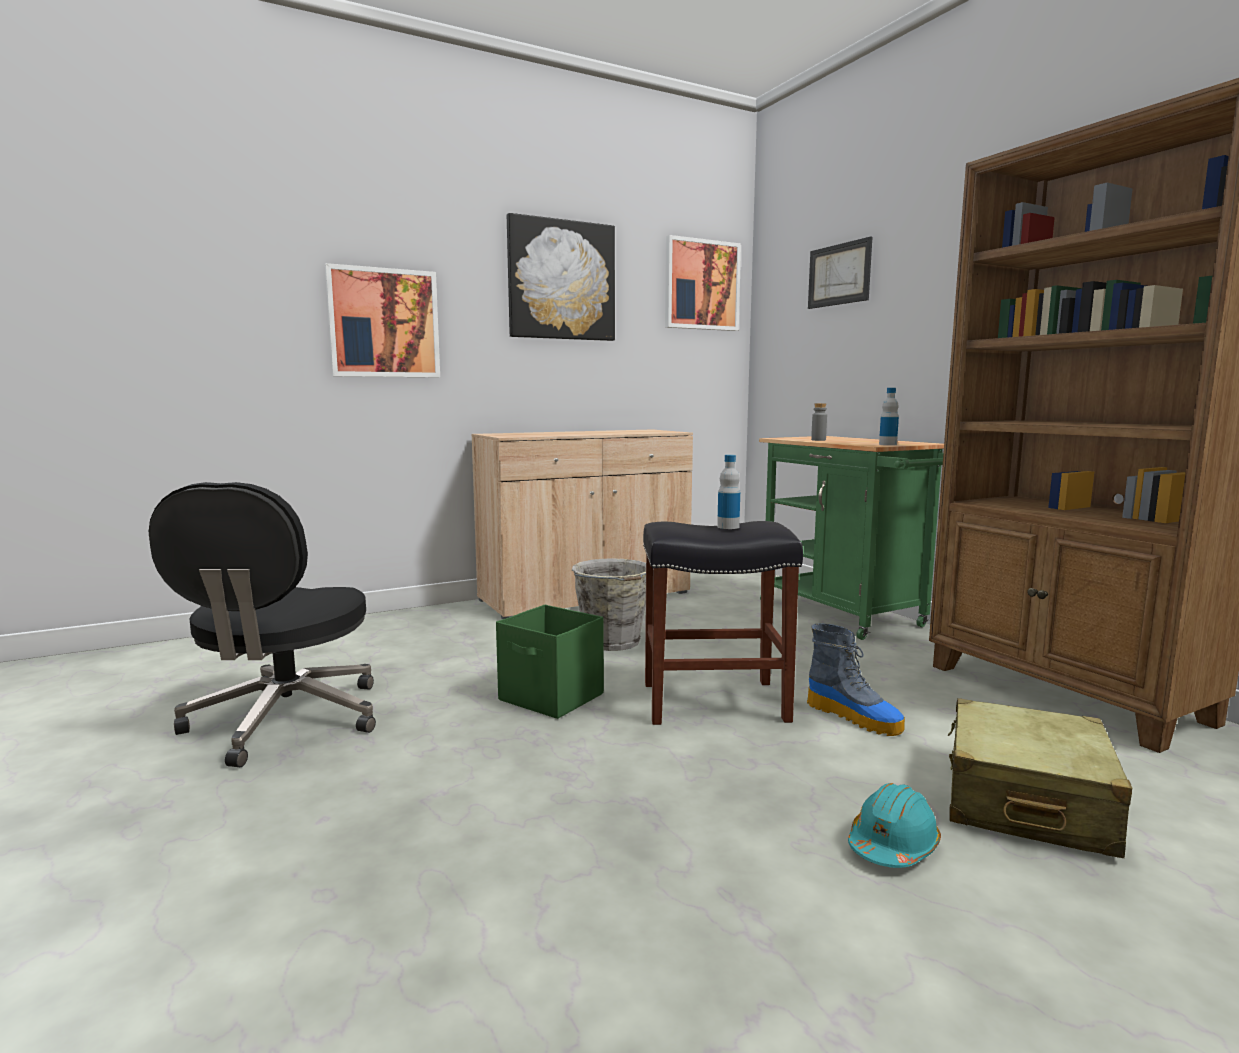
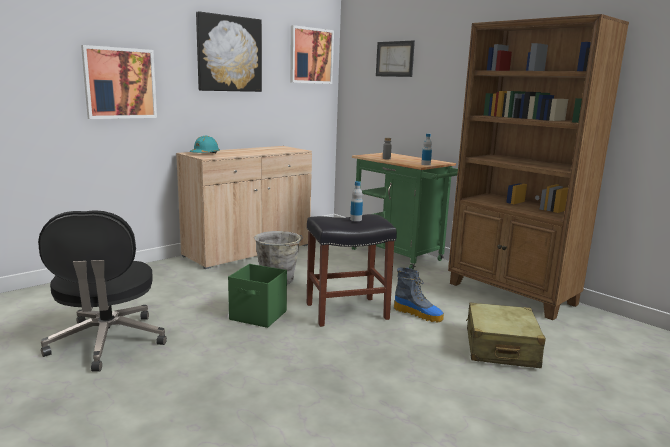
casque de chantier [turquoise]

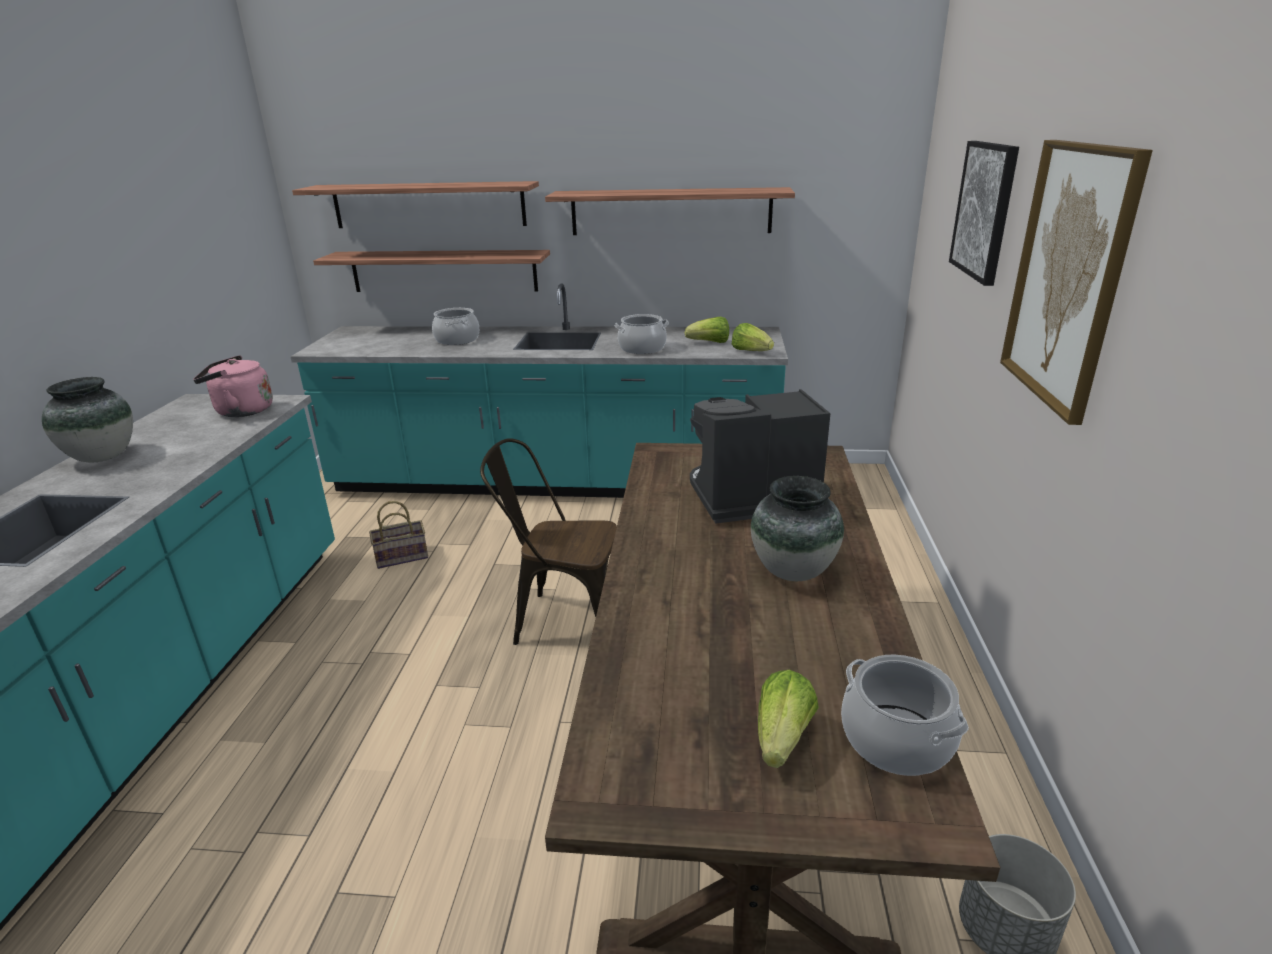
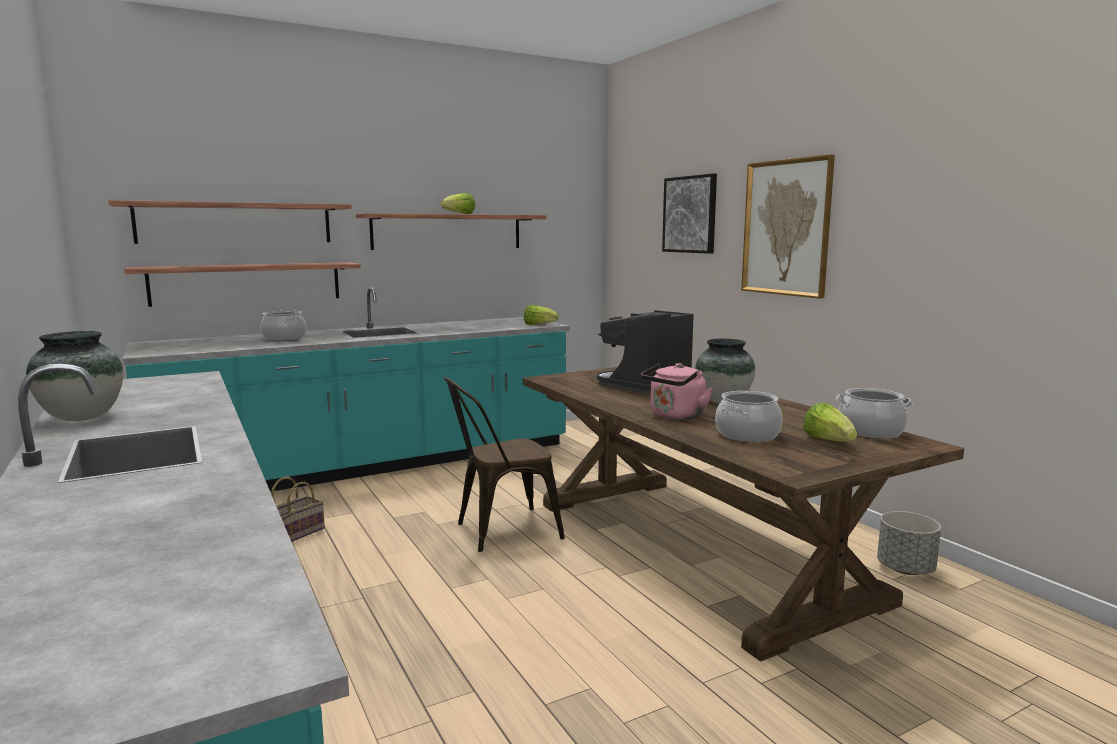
marmite (2nd from left)
laitue (1st from left)
bouilloire [rose]

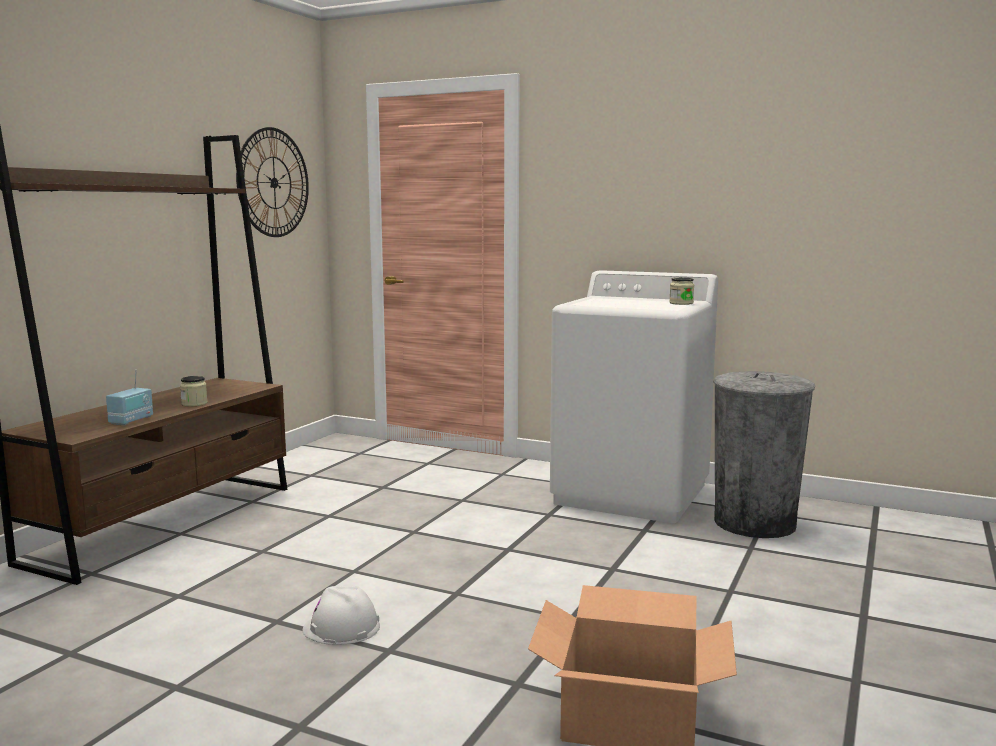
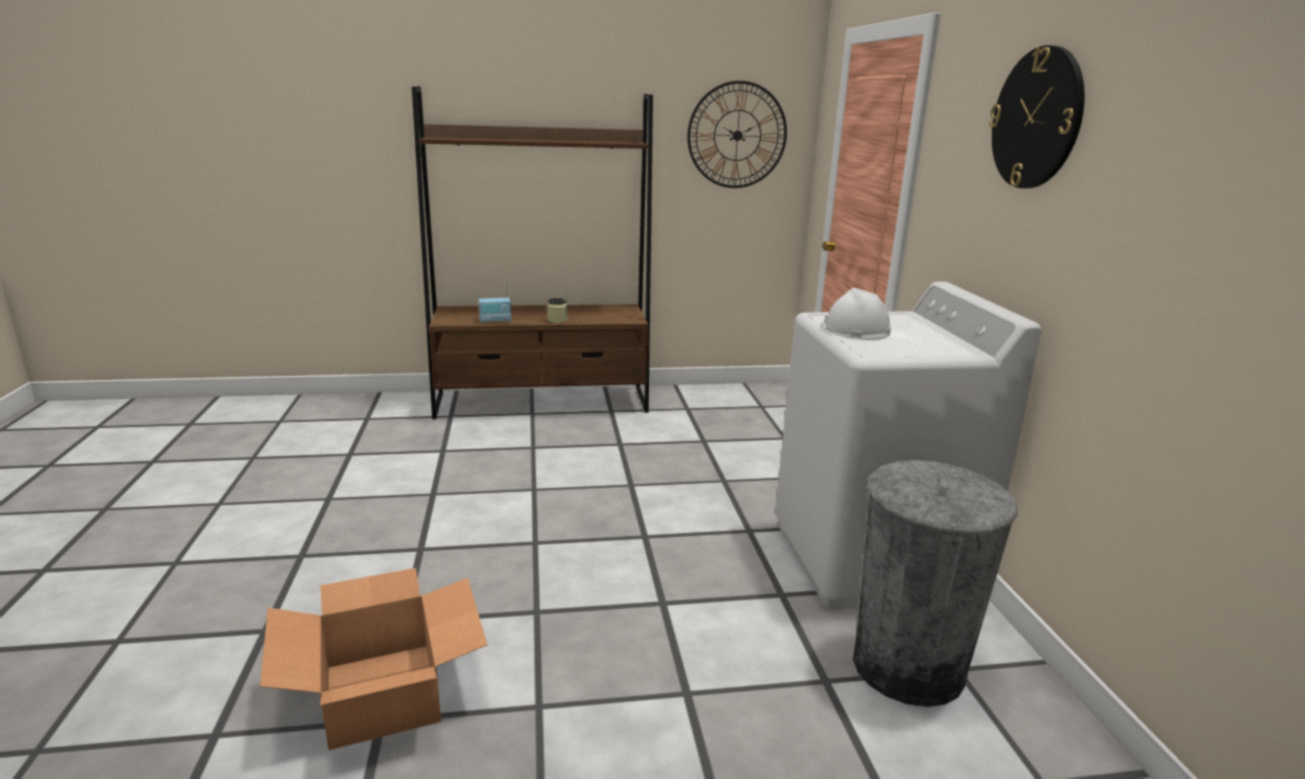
bocal (2nd from left in the first image)
casque de chantier [blanc]
horloge murale (2nd from left)

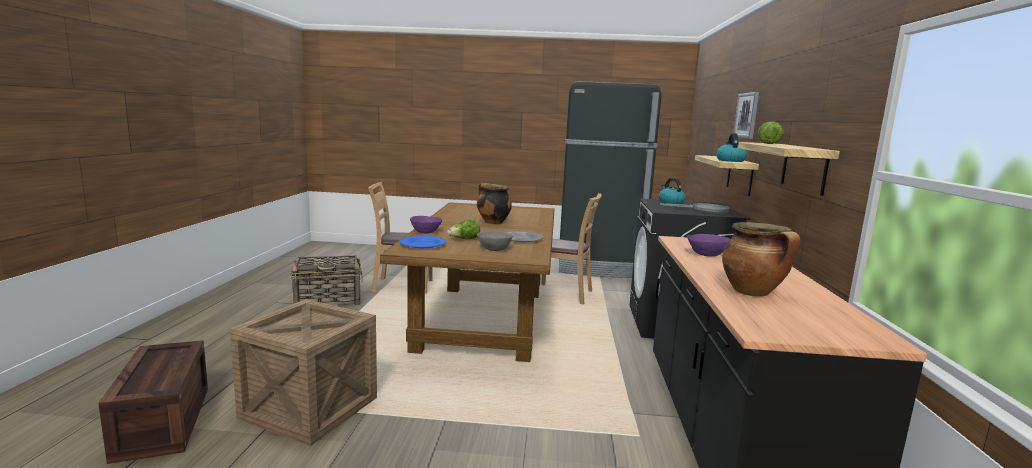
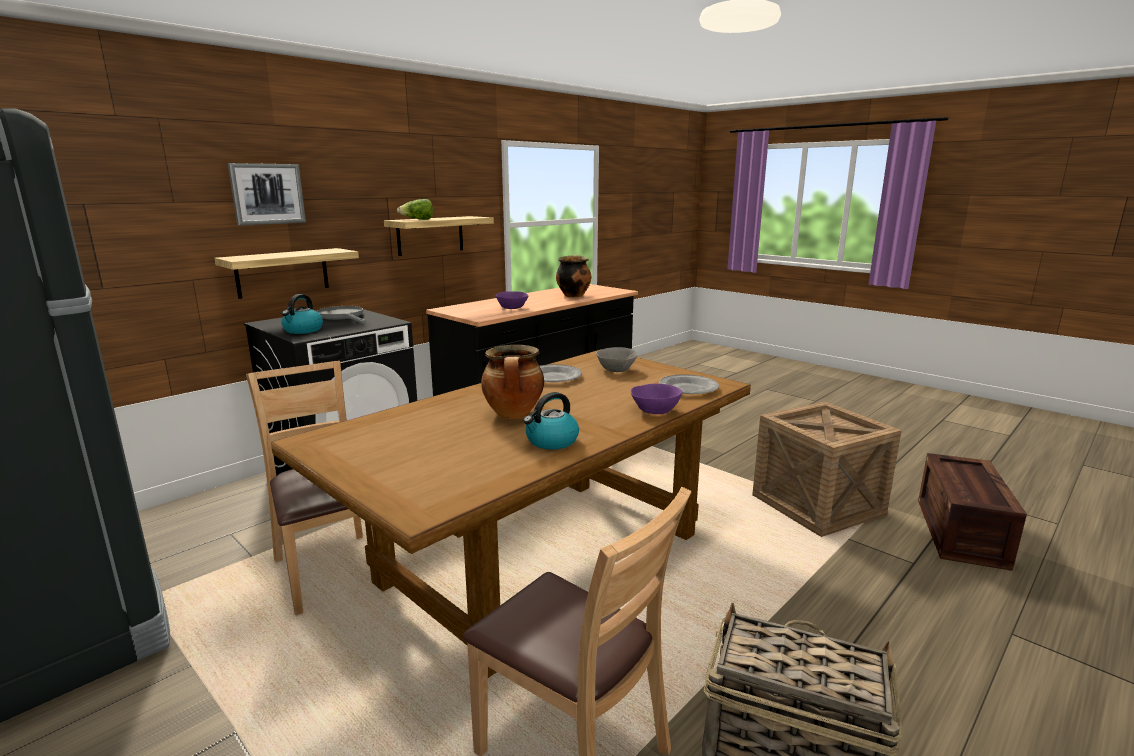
bouilloire (2nd from left)
laitue (1st from left in the first image)
assiette [gris] (2nd from left)

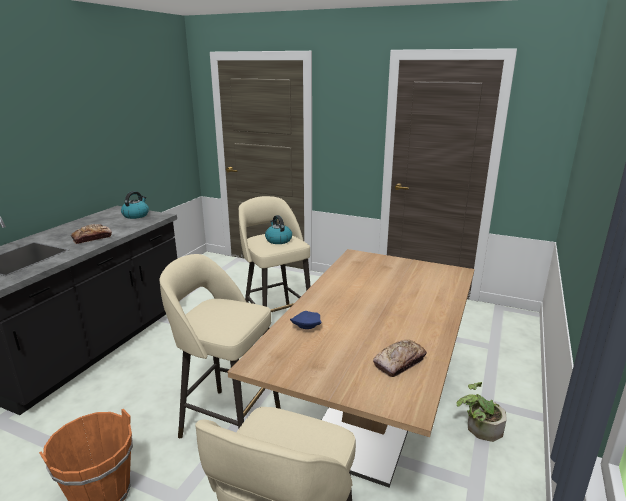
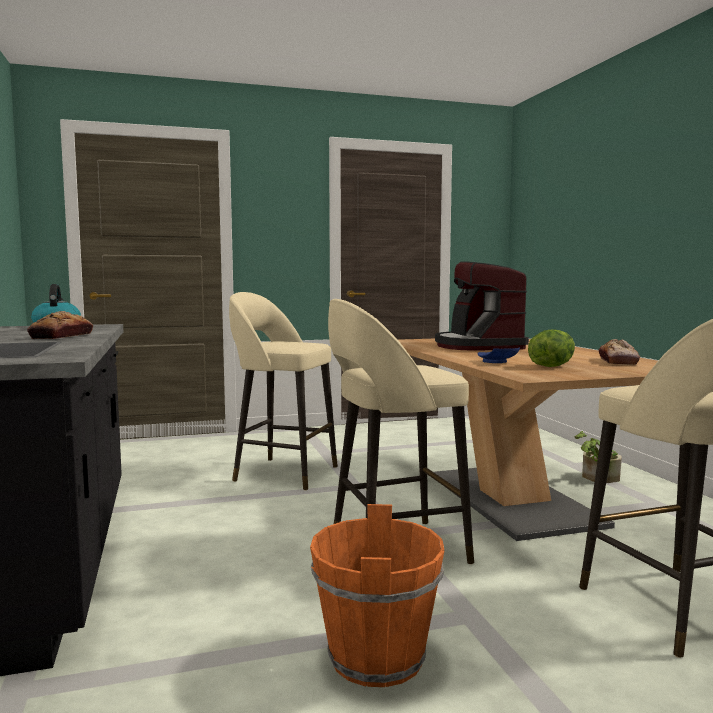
bouilloire (2nd from left in the first image)
machine à café
laitue

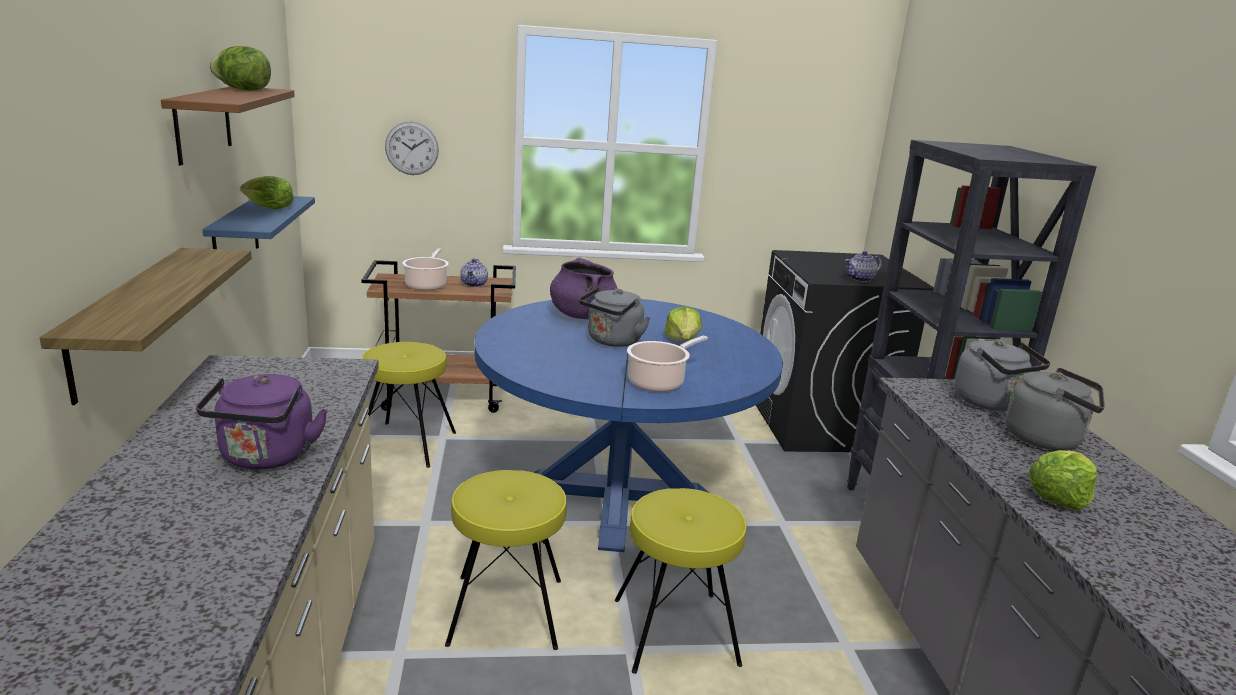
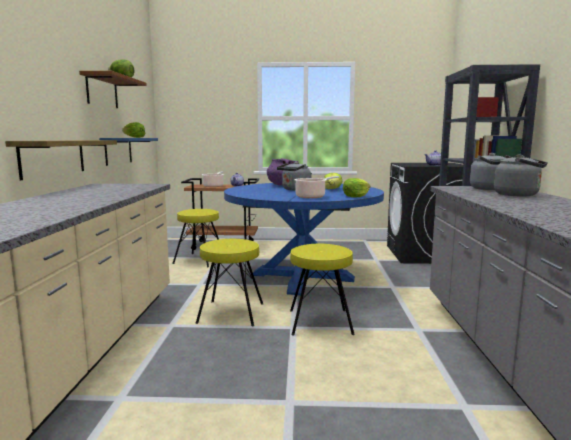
horloge murale
bouilloire [violet]
laitue (4th from left)

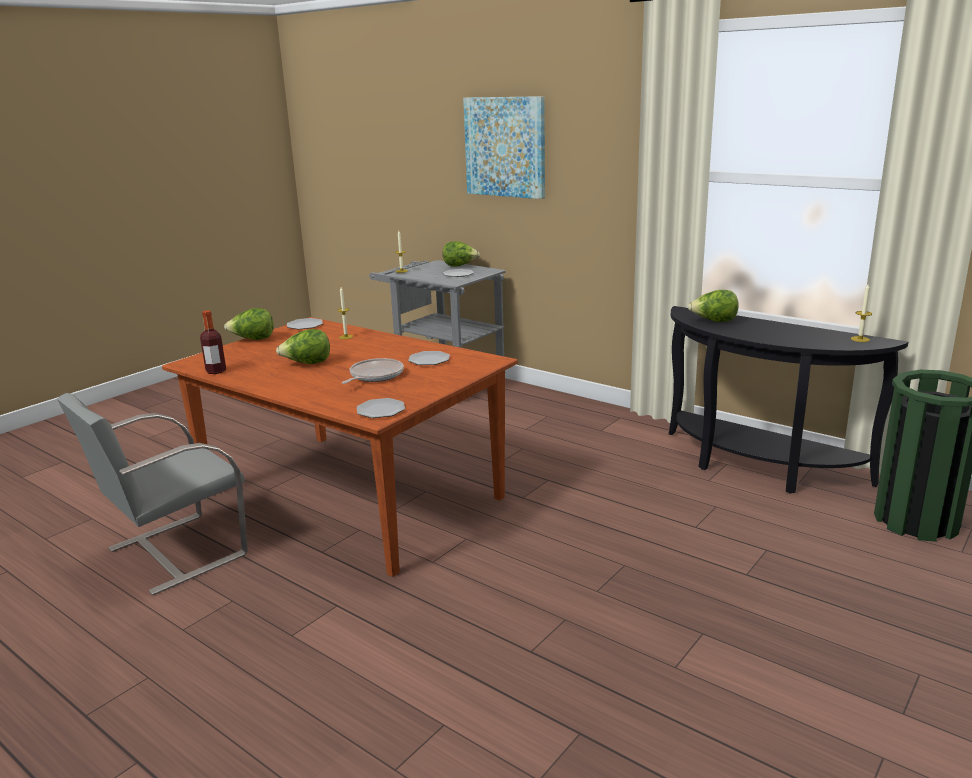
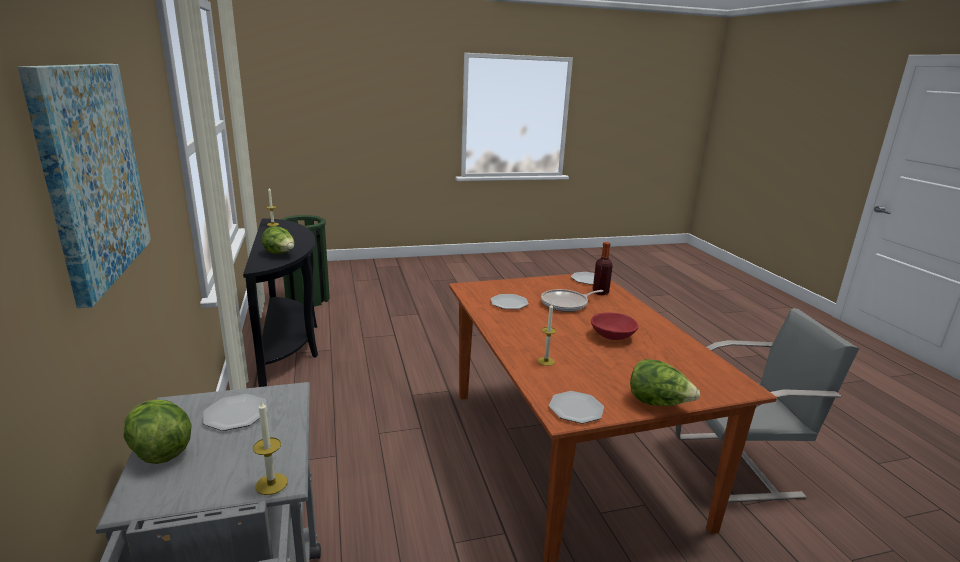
bouteille
bol [rouge]

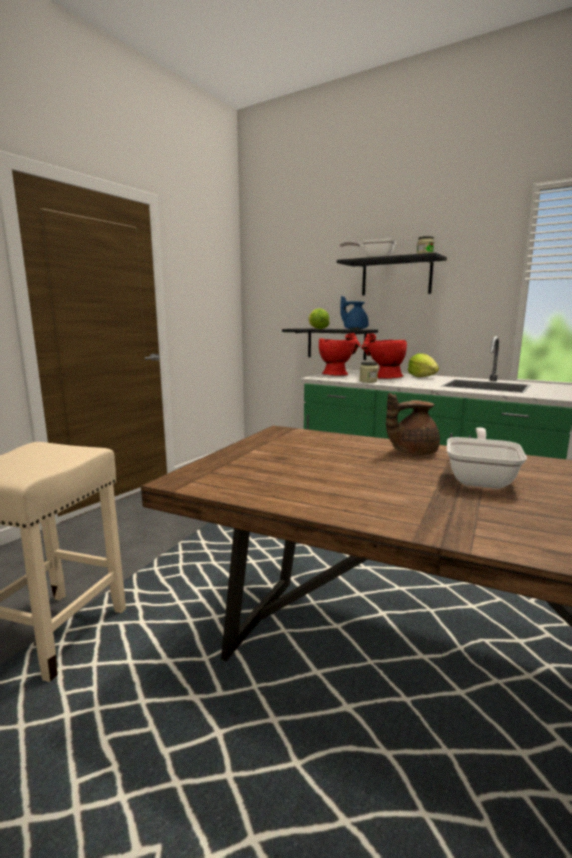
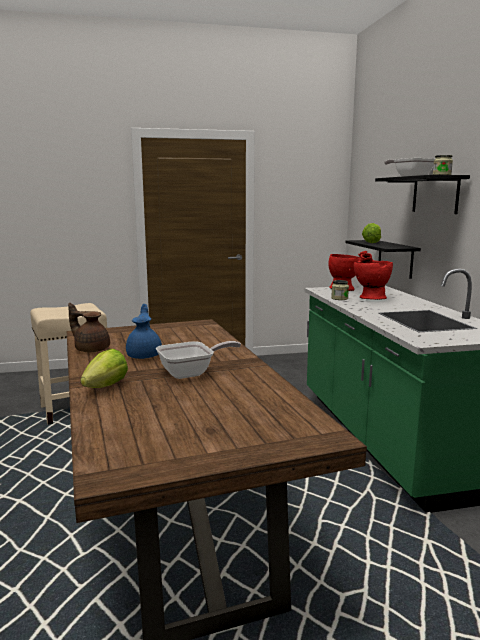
théière [bleu]
laitue (1st from left)
théière [marron]

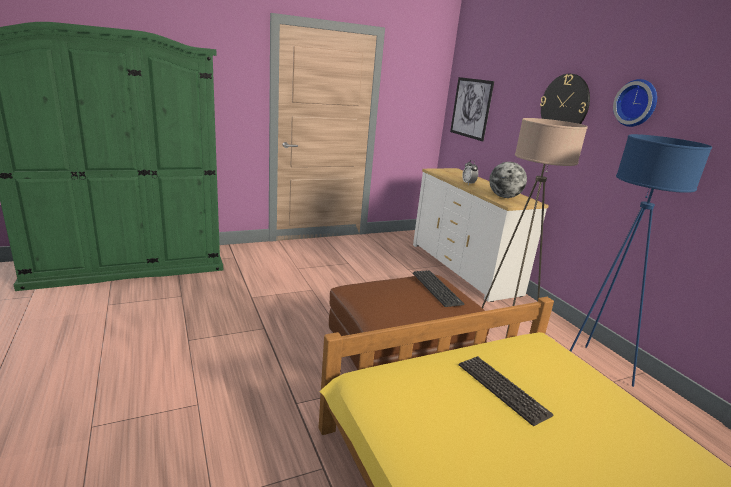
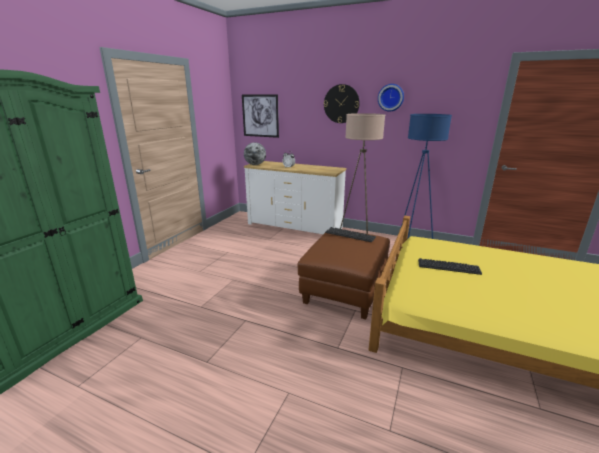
globe

